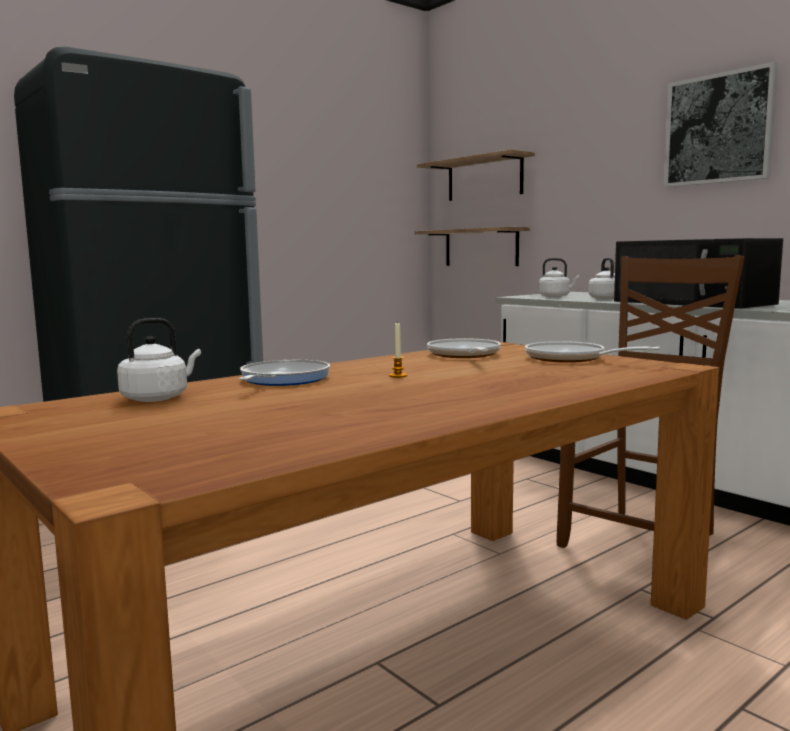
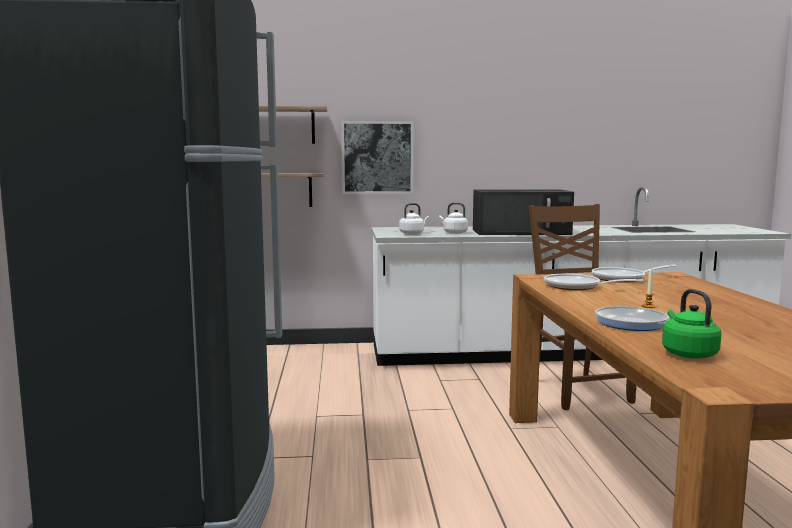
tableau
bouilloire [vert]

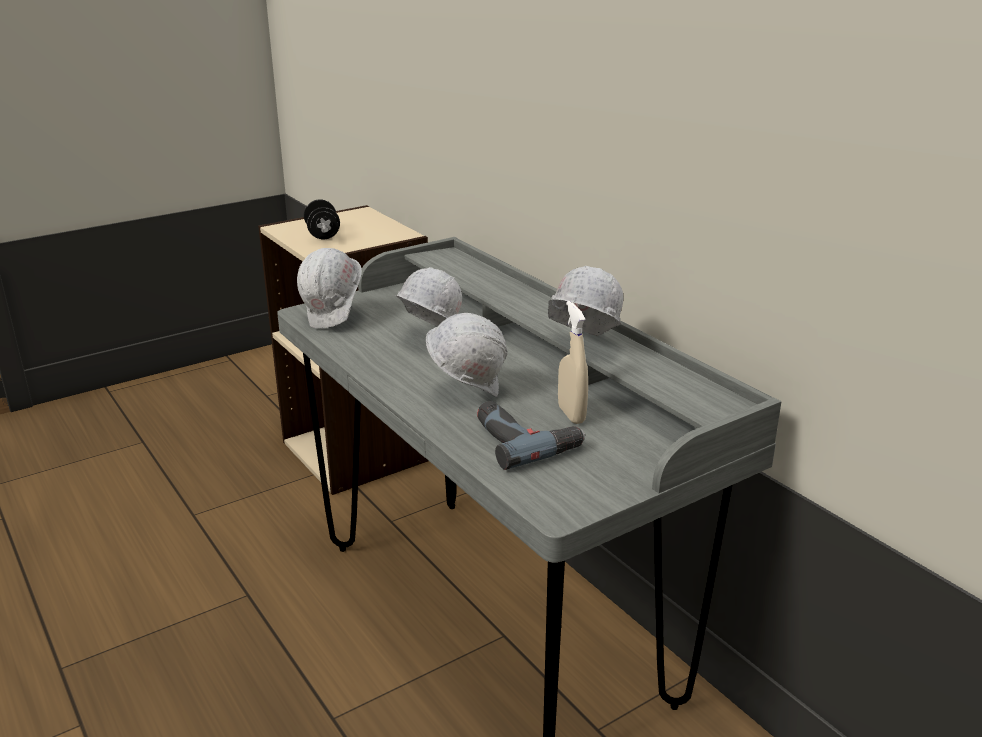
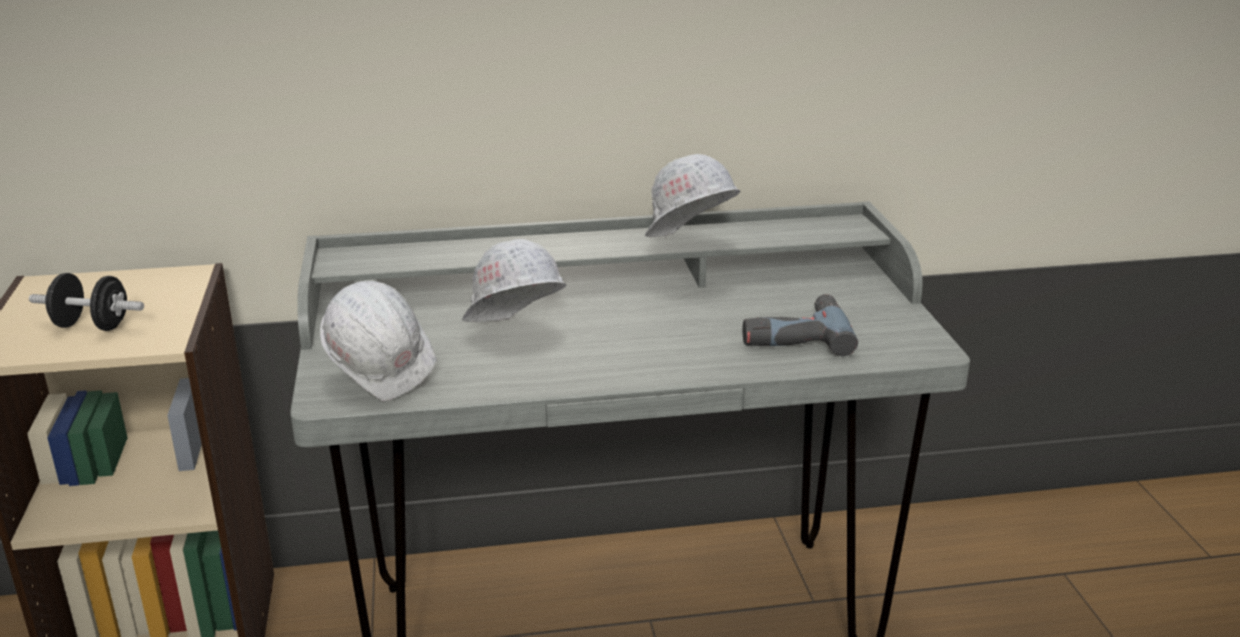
vaporisateur [beige]
casque de chantier [blanc] (3rd from left in the first image)

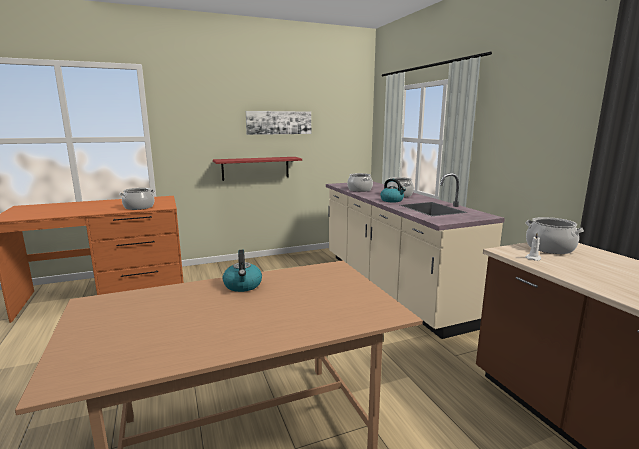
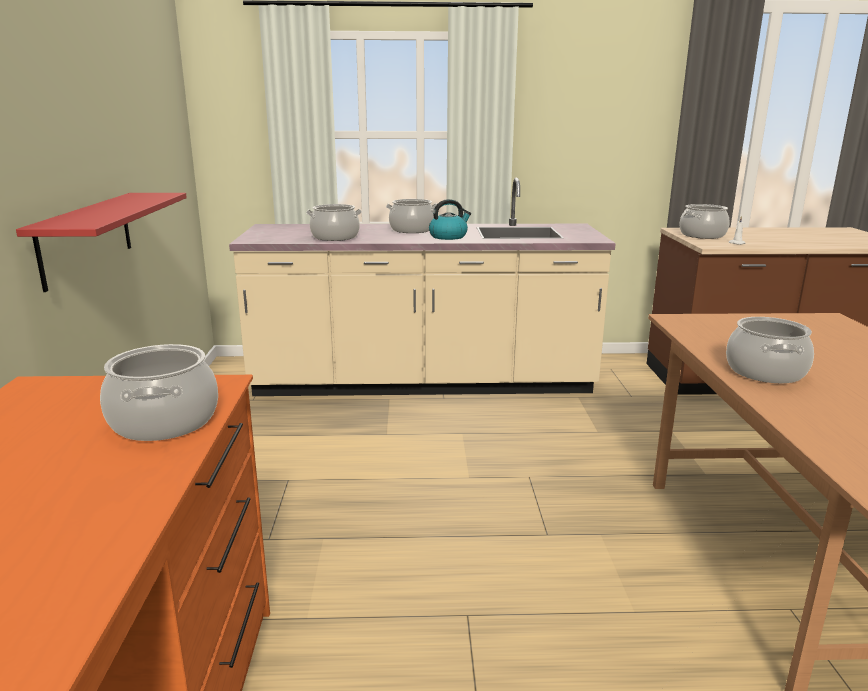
tableau
marmite (5th from left)

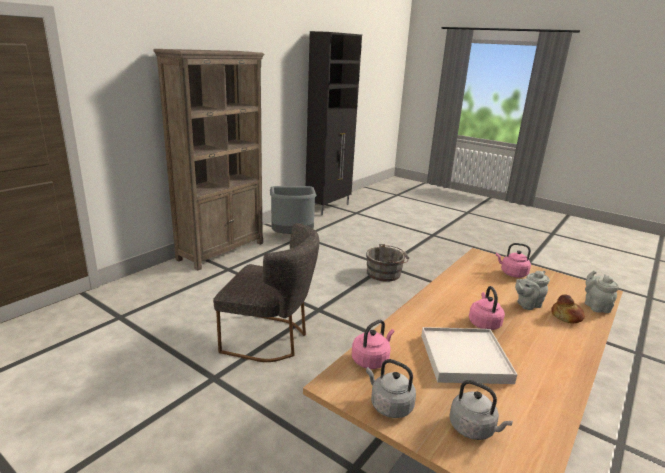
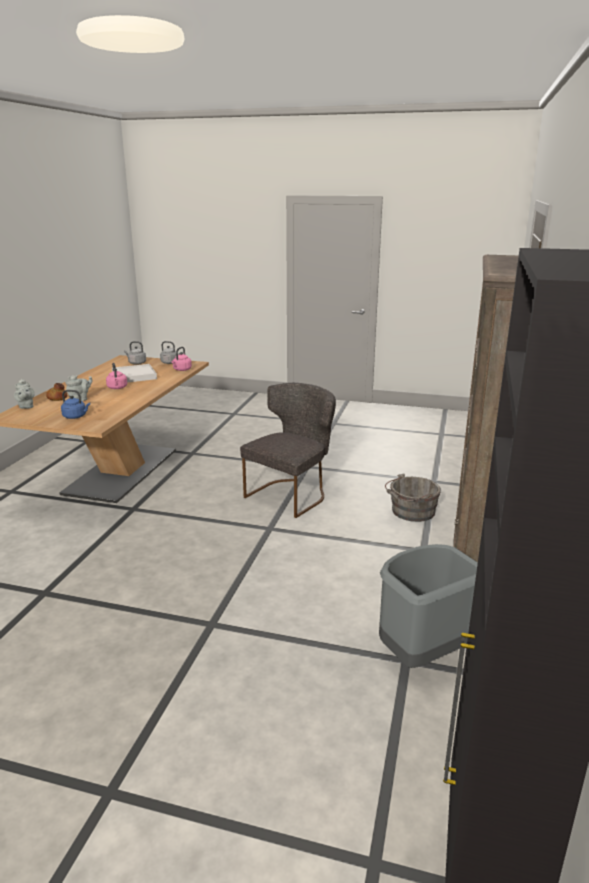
chaise [gris]
bouilloire [bleu]
seau [gris]

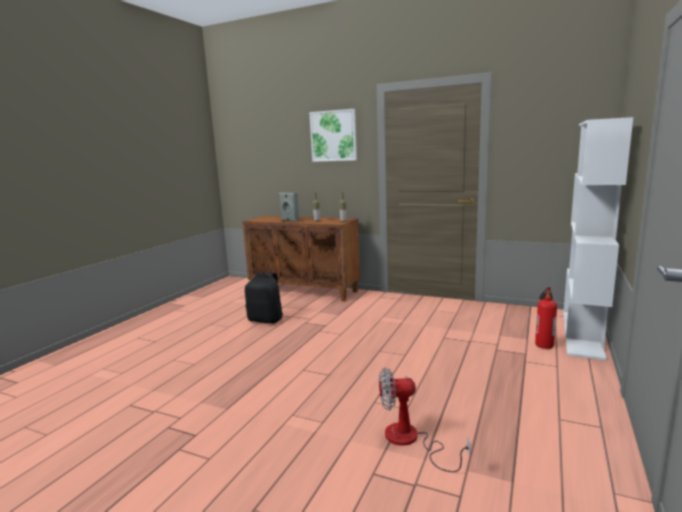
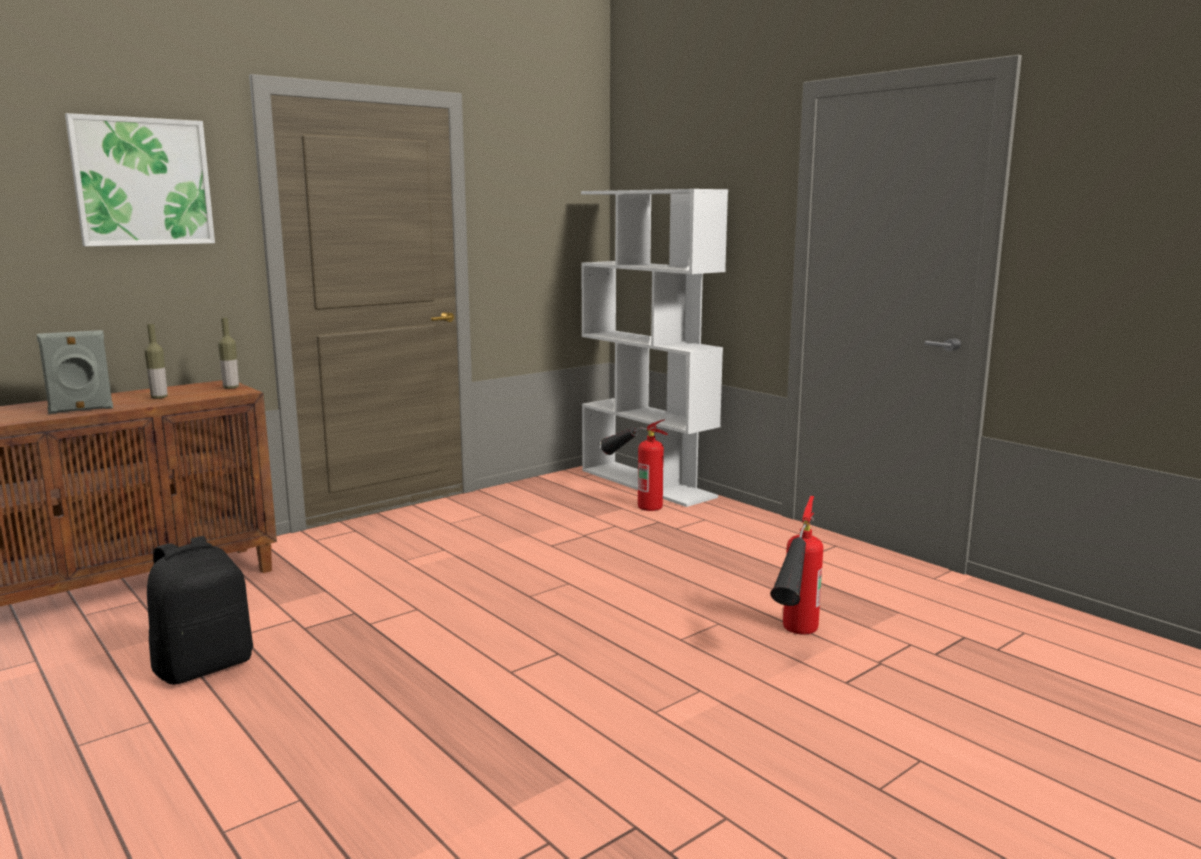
extincteur (2nd from left)

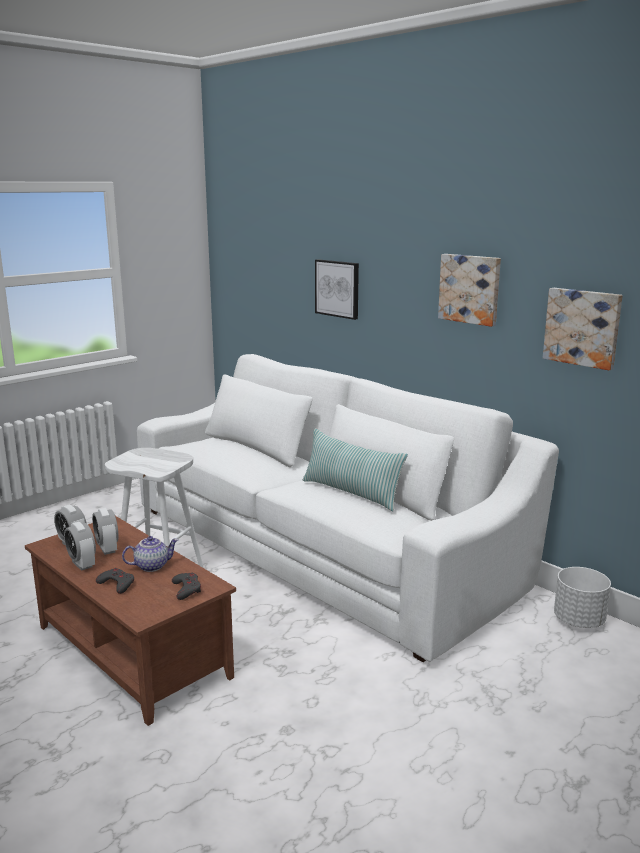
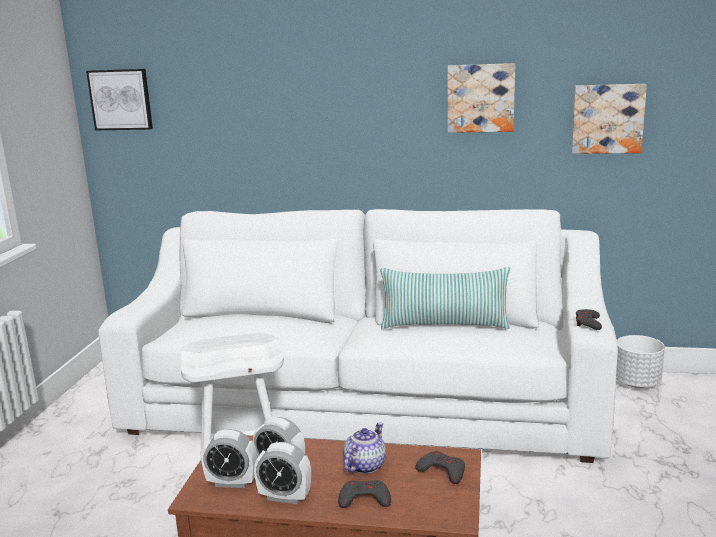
tableau (1st from left)
manette [gris] (3rd from left)

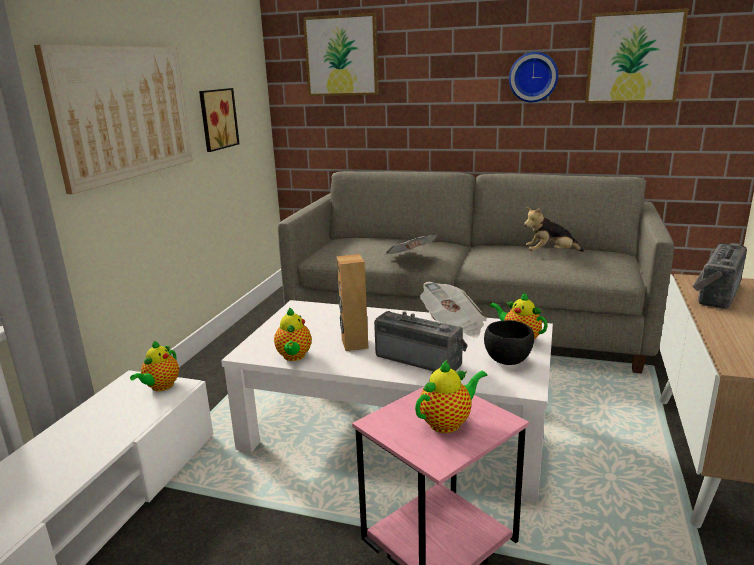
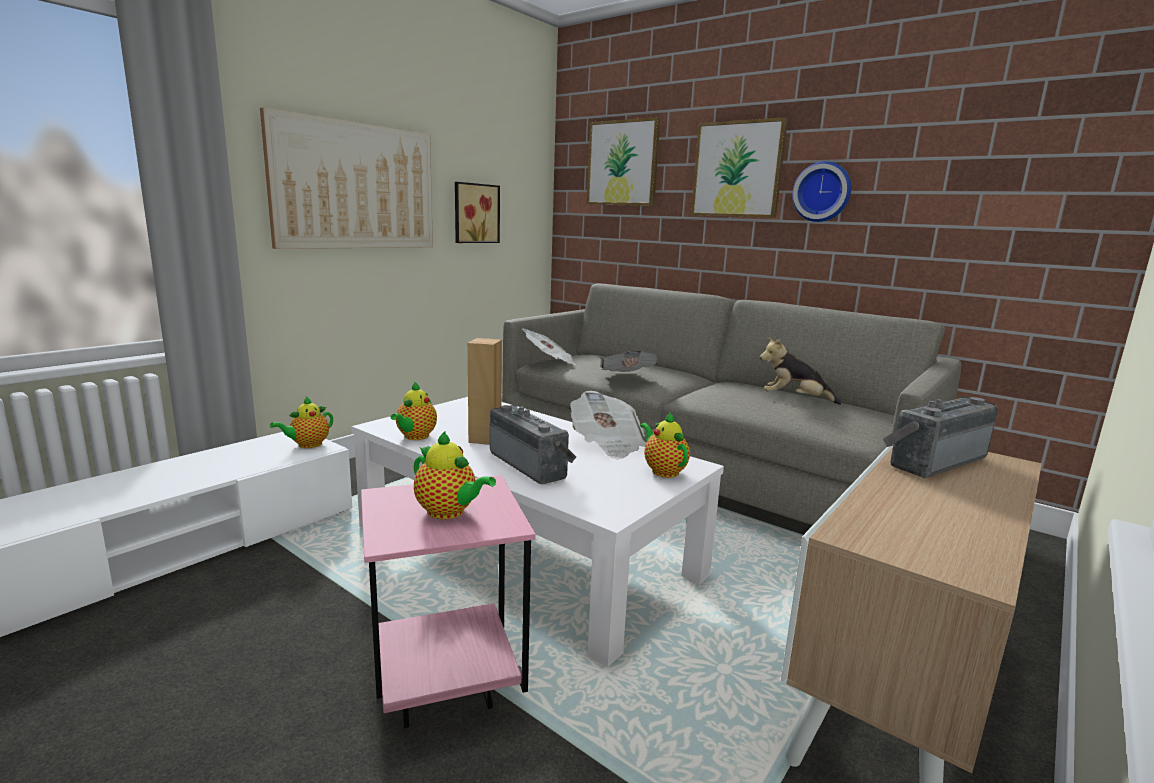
tableau (4th from left)
bol [noir]
théière (3rd from left)
journal (1st from left)

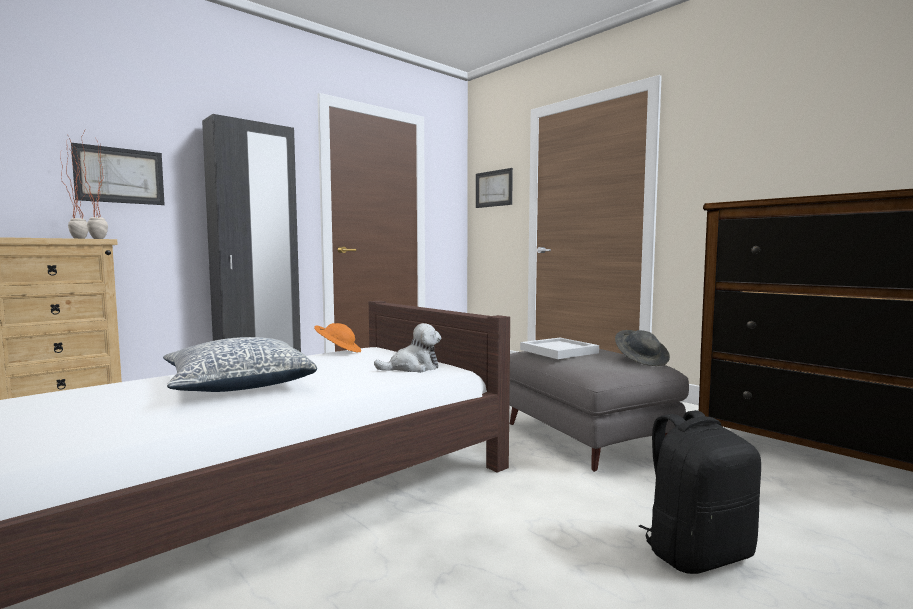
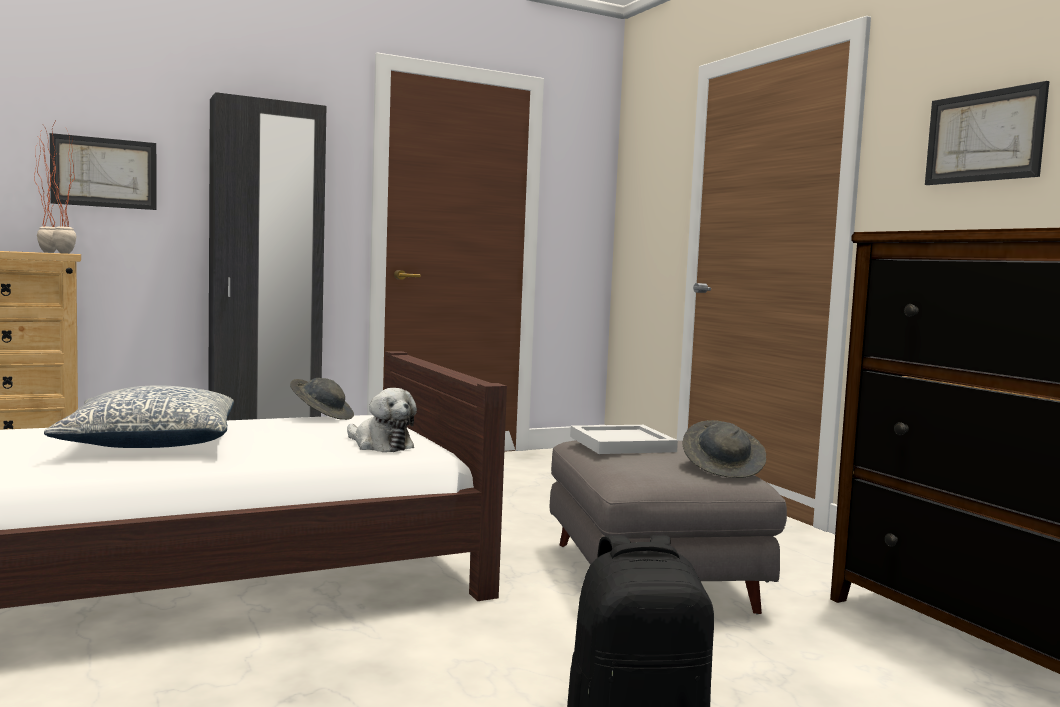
tableau (2nd from left)
chapeau [gris] (1st from left)
peluche

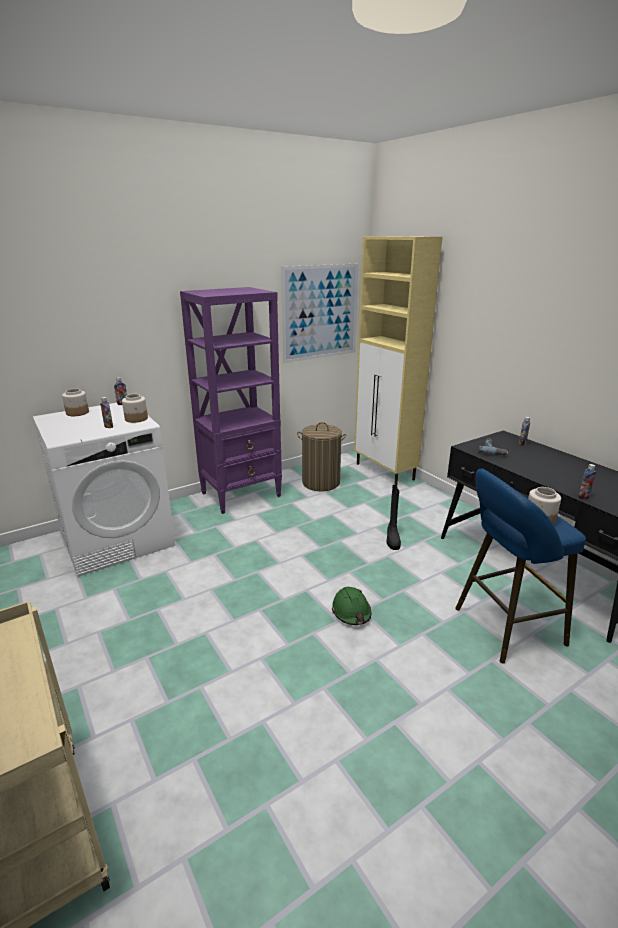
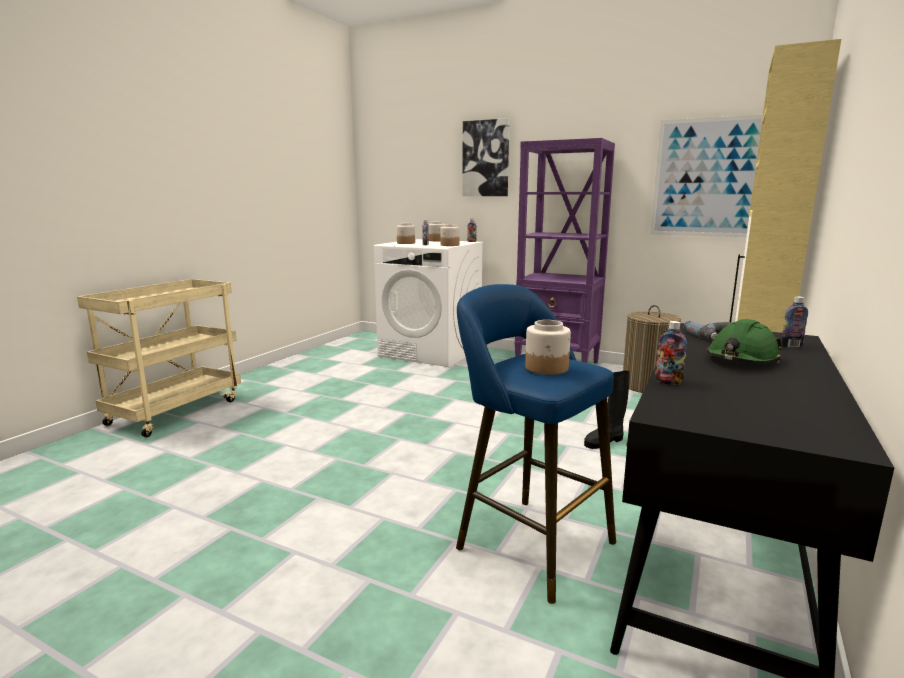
casque de chantier [vert]
tableau (1st from left)
bocal (1st from left)

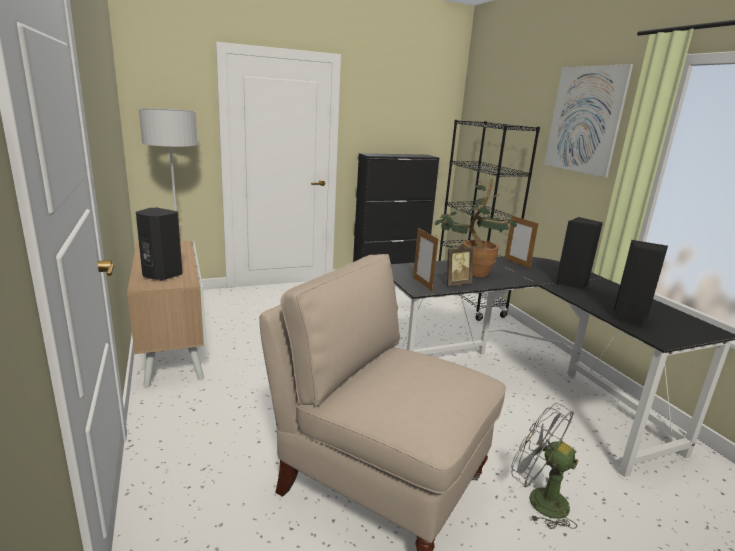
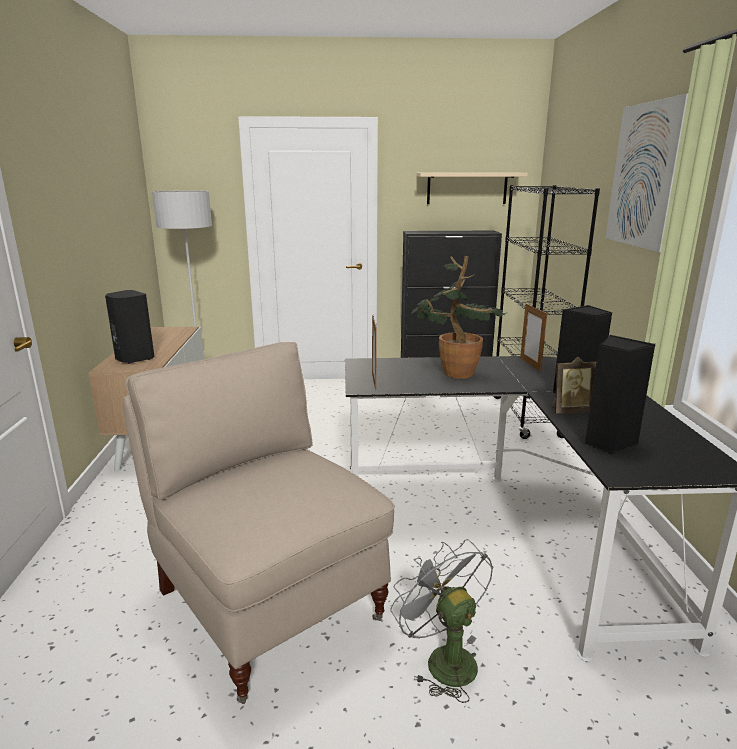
cadre photo (3rd from left)
étagère [beige]

